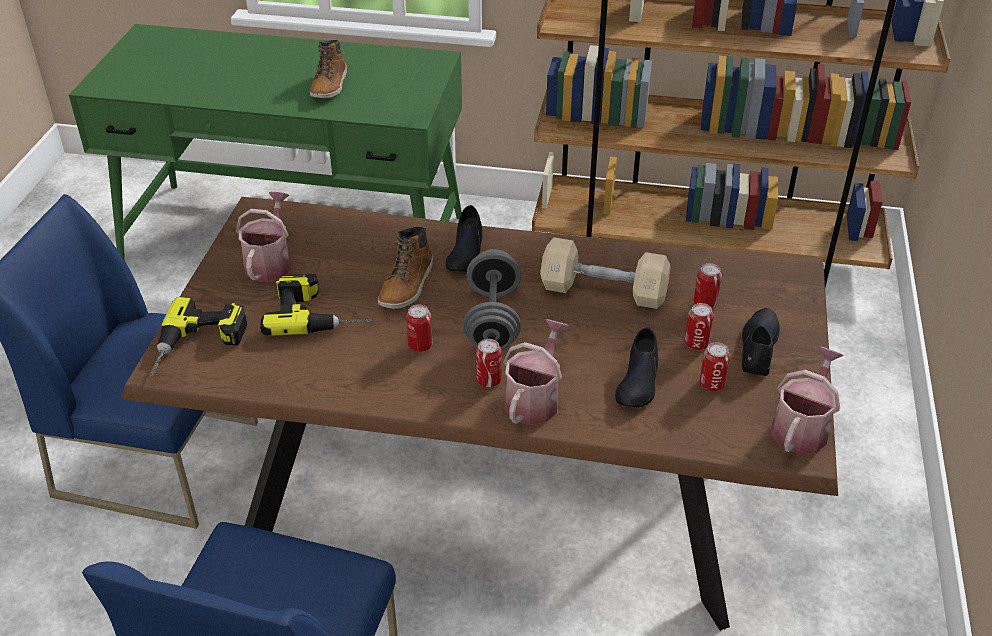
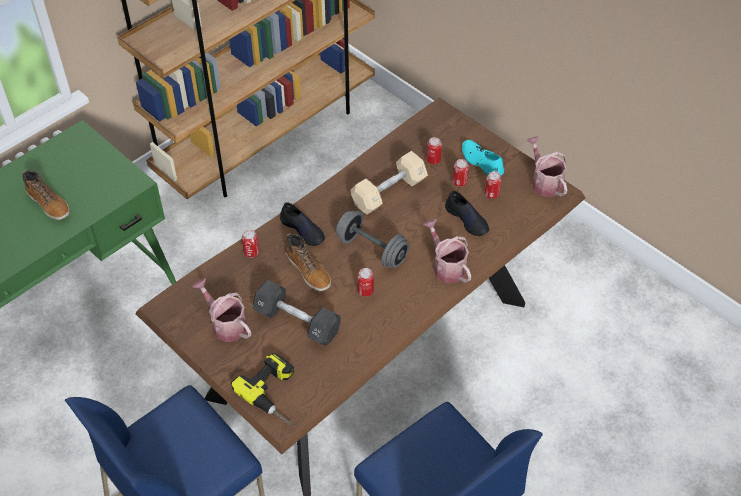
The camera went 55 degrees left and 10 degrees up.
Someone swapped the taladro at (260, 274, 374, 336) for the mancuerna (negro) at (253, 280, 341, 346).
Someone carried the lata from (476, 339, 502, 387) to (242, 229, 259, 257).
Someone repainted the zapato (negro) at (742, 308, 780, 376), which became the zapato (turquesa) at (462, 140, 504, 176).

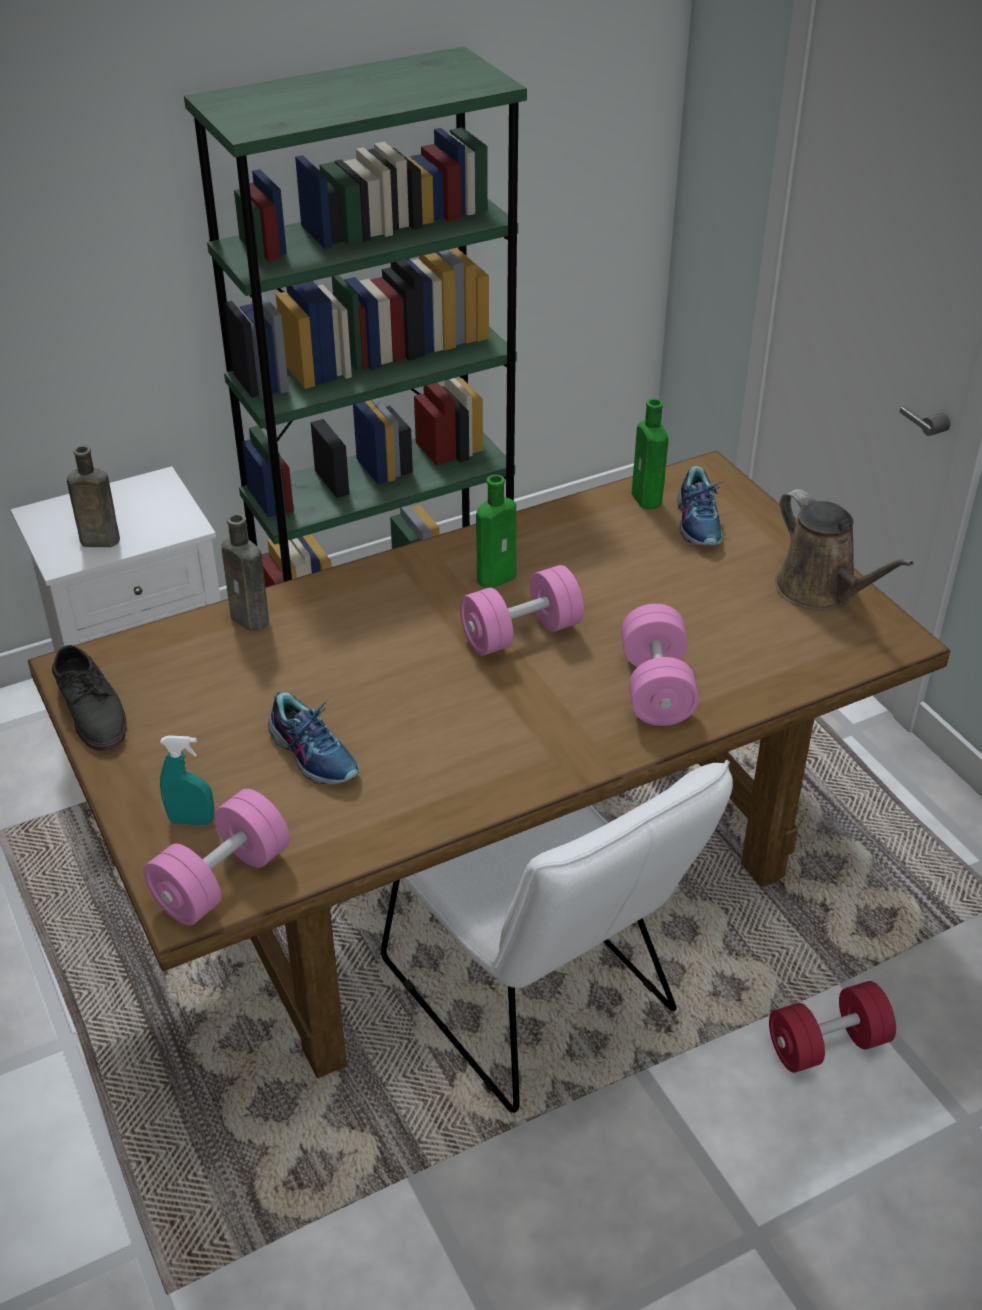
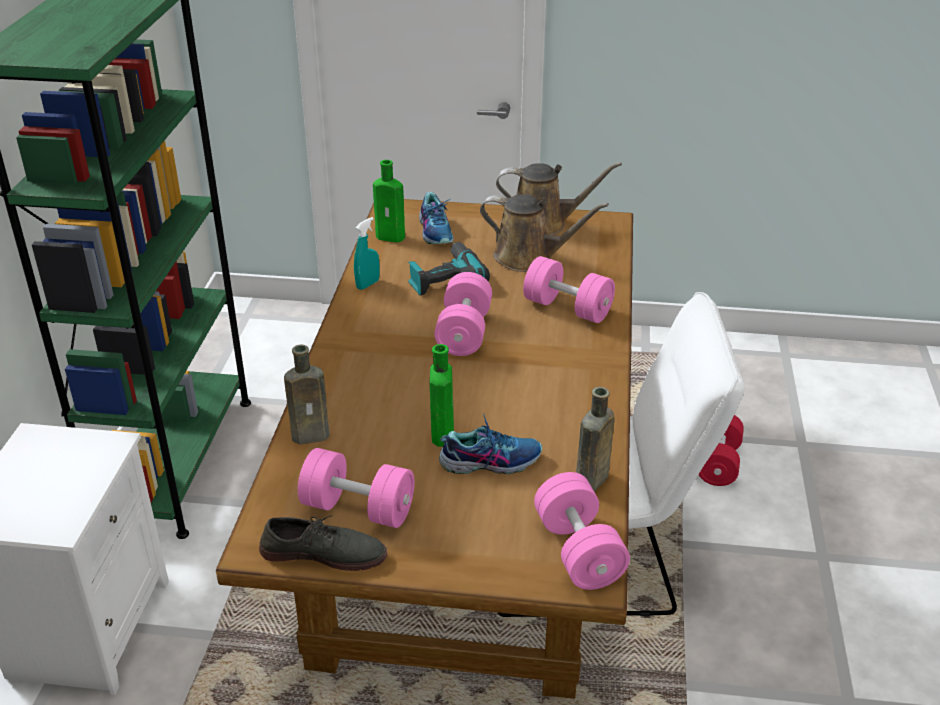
The camera went 55 degrees left and 5 degrees down.
Someone carried the botella (marrón) from (67, 445, 120, 547) to (576, 387, 615, 492).
Someone carried the pulverizador (turquesa) from (160, 735, 214, 825) to (354, 217, 380, 290).
Someone carried the botella (verde) from (476, 475, 516, 588) to (430, 344, 454, 447).
Someone rotated the zapato at (677, 466, 726, 545) by 45 degrees clockwise.
Someone put down the mancuerna (rosa) at (298, 448, 414, 528).
Someone put down the taladro at (408, 242, 490, 295).
Someone put down the regadera (marrón) at (480, 194, 609, 272).

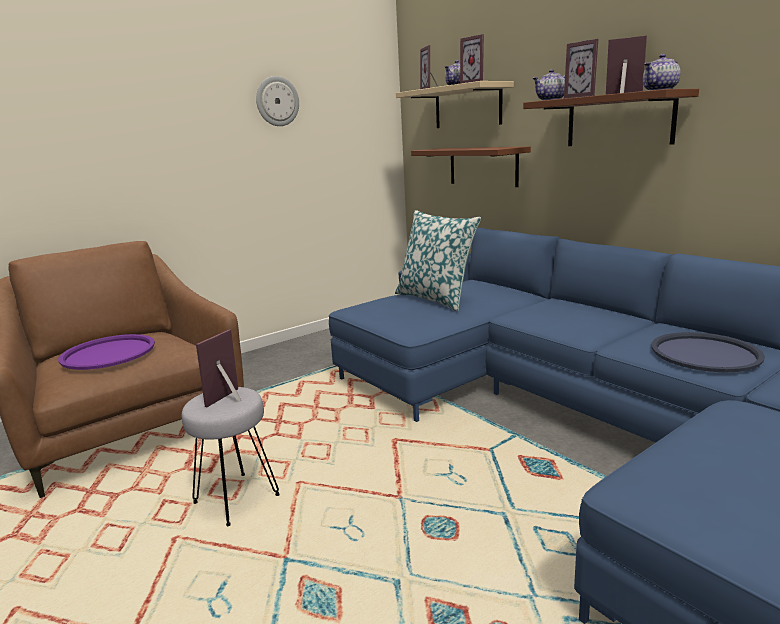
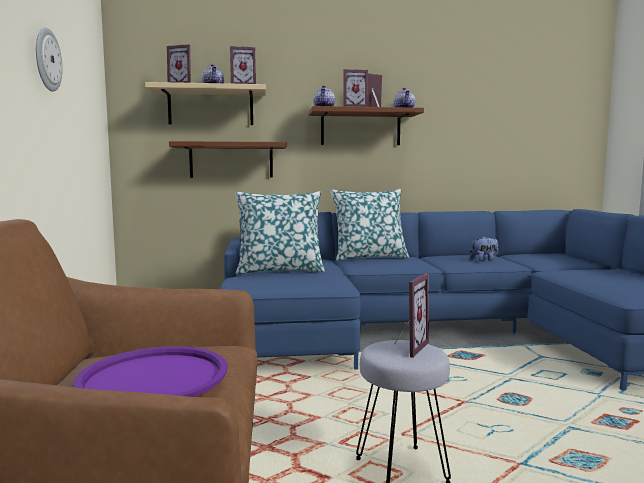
The camera went 60 degrees left and 10 degrees down.
Someone rotated the portarretratos at (196, 329, 242, 407) by 120 degrees counterclockwise.
Someone swapped the bandeja (azul) at (651, 332, 765, 372) for the peluche at (470, 236, 498, 261).
Someone put down the cojín at (330, 189, 409, 261).

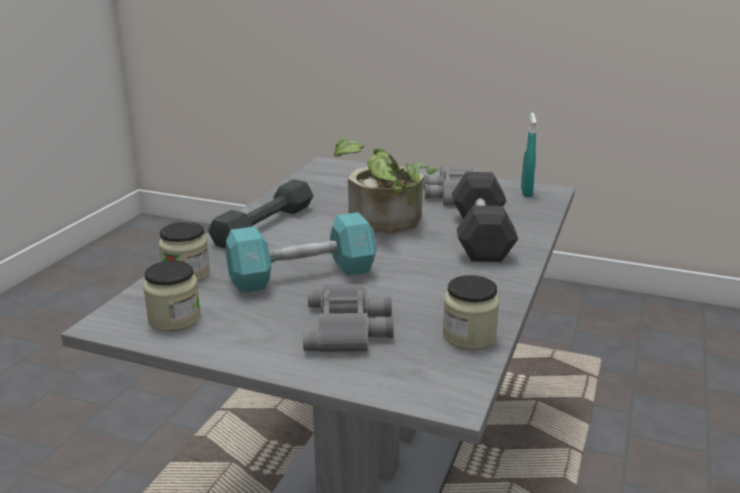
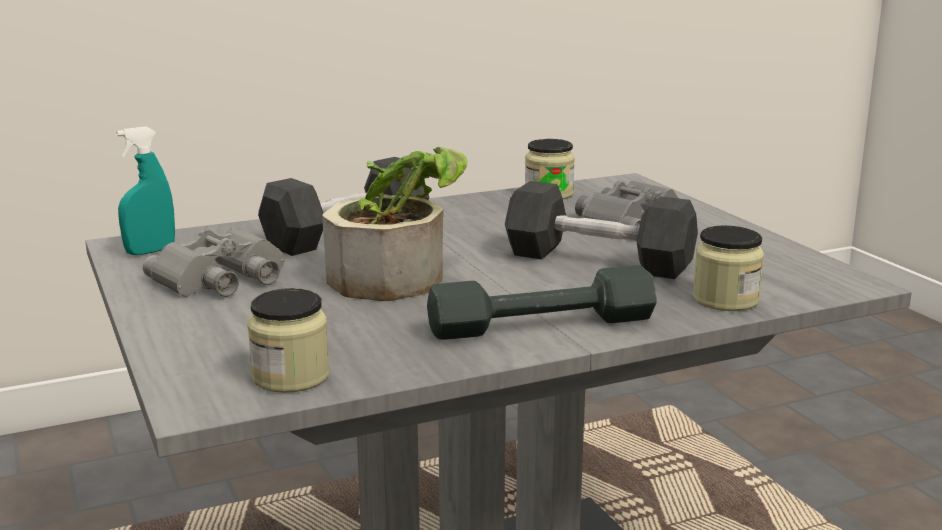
The camera went 135 degrees left and 5 degrees down.
Someone carried the tarro from (143, 260, 201, 332) to (247, 288, 329, 393).
Someone repainted the mancuerna (turquesa) at (226, 212, 377, 293), which became the mancuerna (negro) at (505, 181, 698, 279).

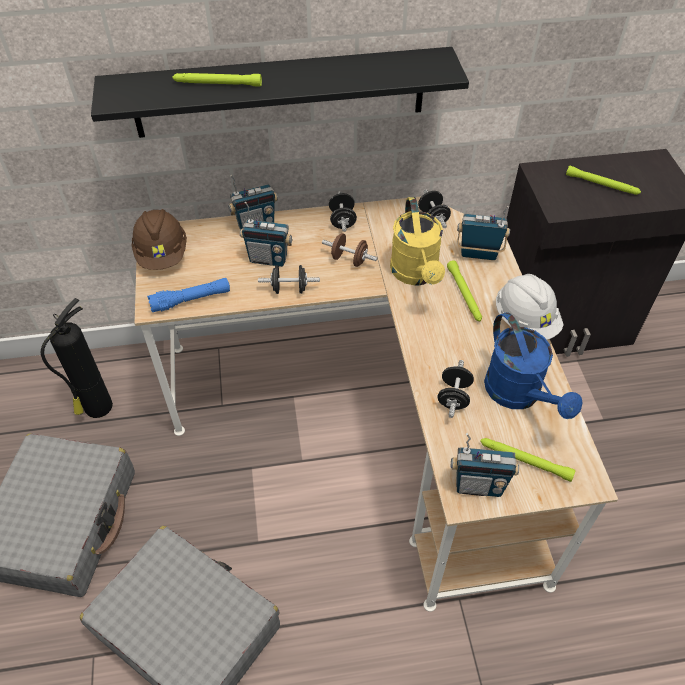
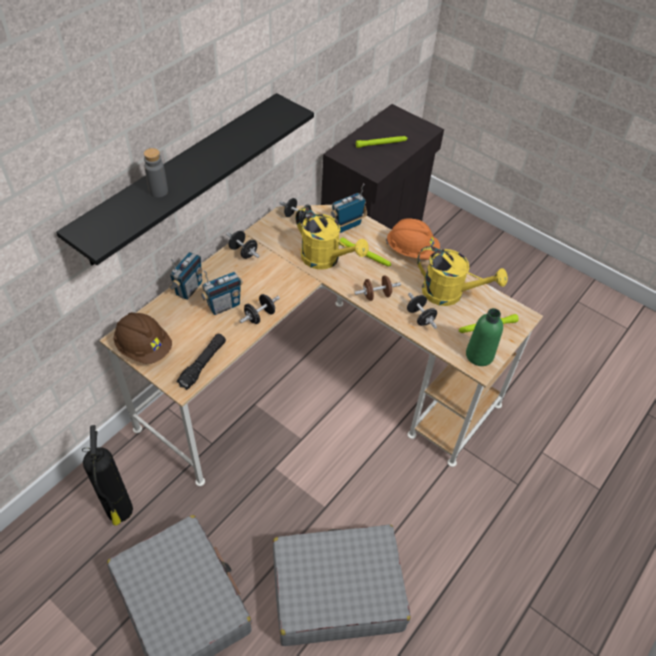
The camera went 45 degrees left and 0 degrees up.
Someone repainted the linterna (azul) at (147, 278, 230, 312), which became the linterna (negro) at (176, 334, 226, 390).
Someone swapped the linterna (verde) at (172, 73, 262, 87) for the botella (gris) at (144, 148, 168, 198).
Someone carried the mancuerna (marrón) from (322, 233, 377, 267) to (355, 275, 401, 301).
Someone swapped the radio at (451, 433, 519, 497) for the botella (verde) at (466, 308, 503, 366).
Someone repainted the regadera (azul) at (484, 312, 583, 419), which became the regadera (amarillo) at (417, 246, 508, 306).
Someone repainted the casco (blanco) at (496, 274, 564, 340), which became the casco (naranja) at (386, 218, 440, 260).

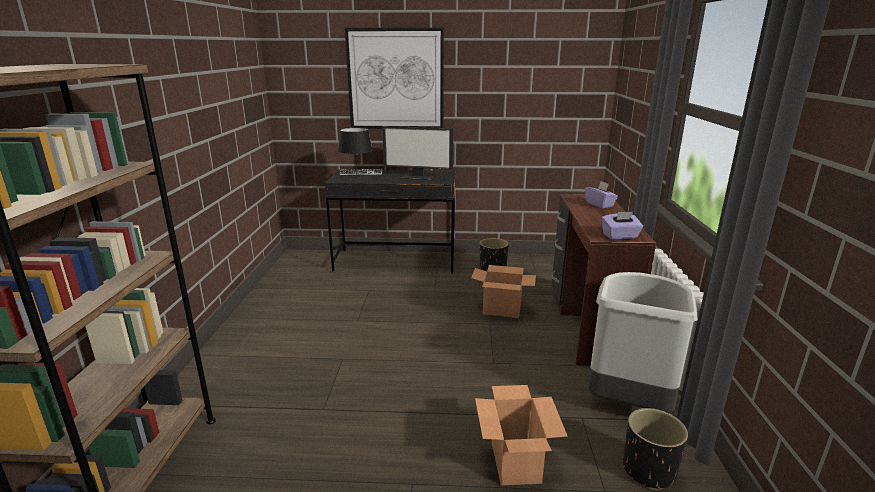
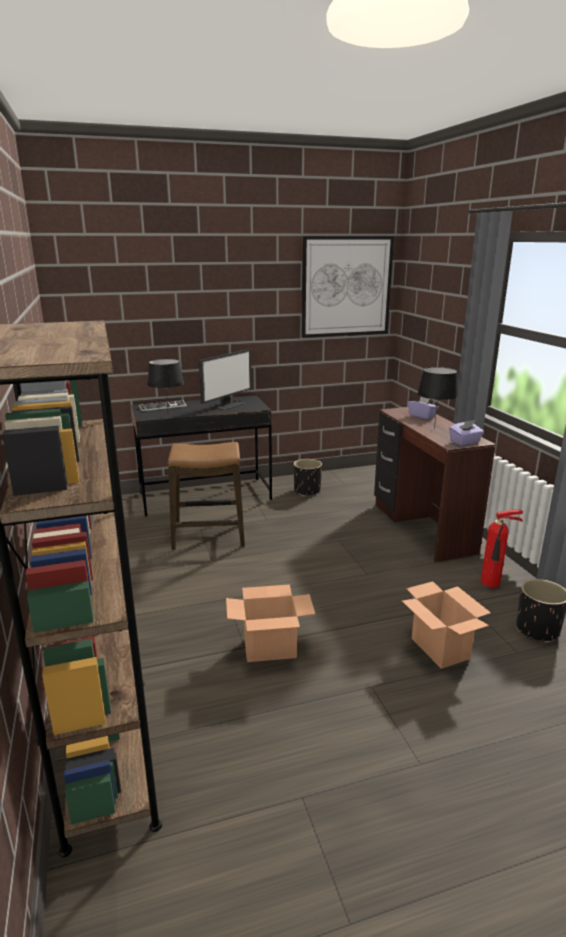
The camera went 20 degrees left and 0 degrees up.
Someone carried the cuadro from (345, 28, 444, 129) to (301, 236, 394, 338).
Someone rotated the monitor at (382, 126, 453, 180) by 45 degrees counterclockwise.
Someone carried the caja de cartón from (471, 265, 536, 318) to (226, 584, 315, 662).
Someone swapped the papelera (gris) at (588, 272, 698, 413) for the extintor at (481, 510, 523, 588).
Someone put down the taburete at (168, 442, 245, 550).
Someone put down the lámpara de mesa (negro) at (417, 367, 459, 429).

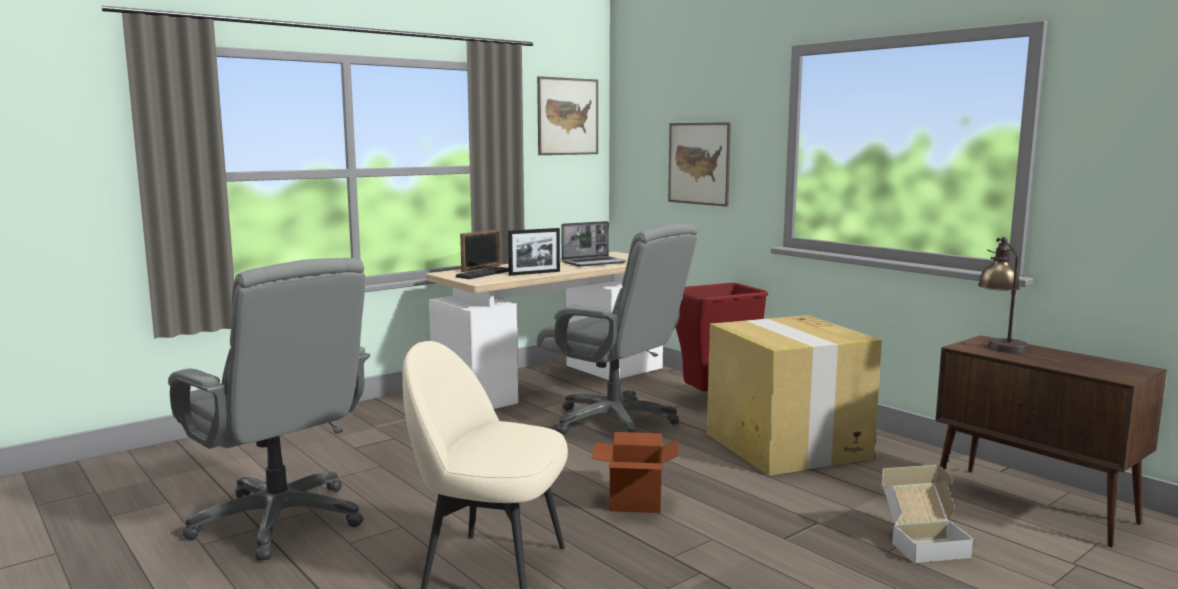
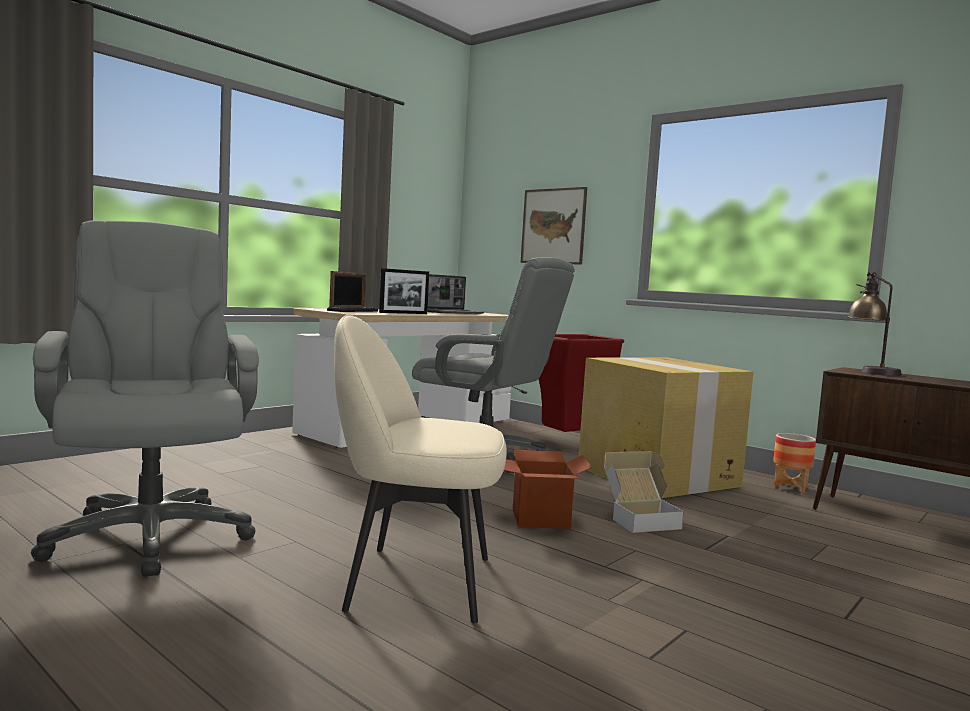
The camera went 10 degrees left and 5 degrees down.
Someone rotated the silla de oficina (gris) at (168, 258, 370, 561) by 150 degrees counterclockwise.
Someone took away the cuadro at (537, 76, 598, 155).
Someone carried the caja de cartón from (881, 465, 974, 563) to (604, 451, 684, 533).
Someone put down the maceta at (773, 433, 816, 493).

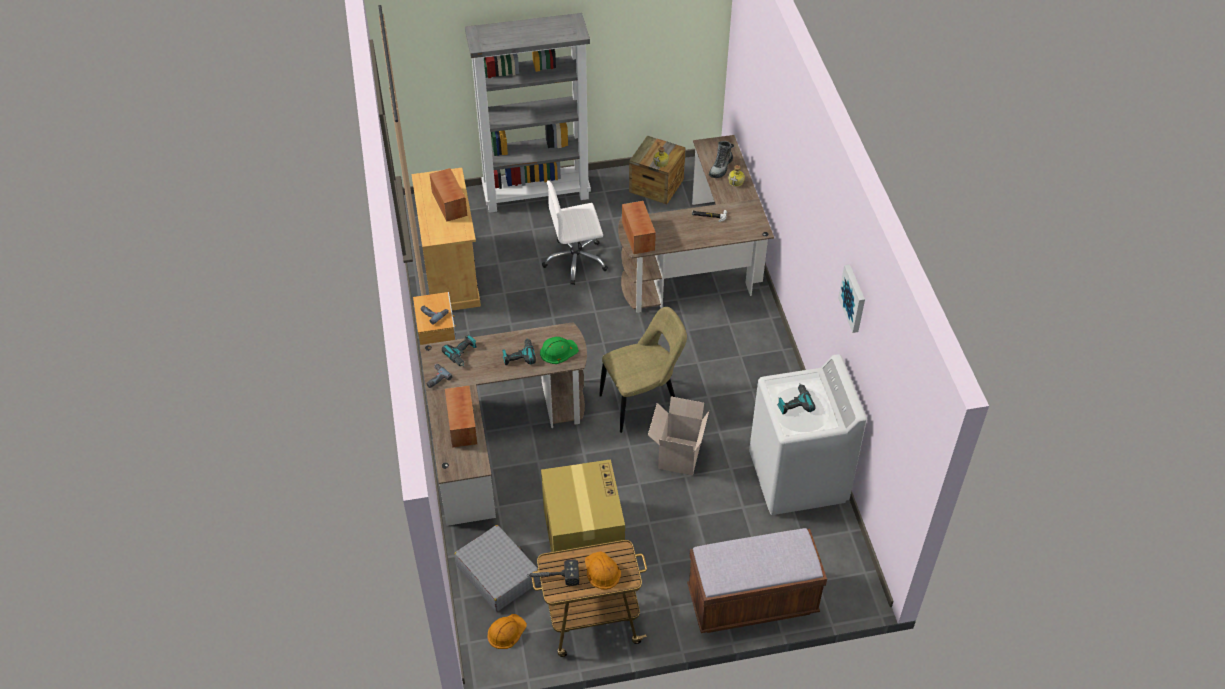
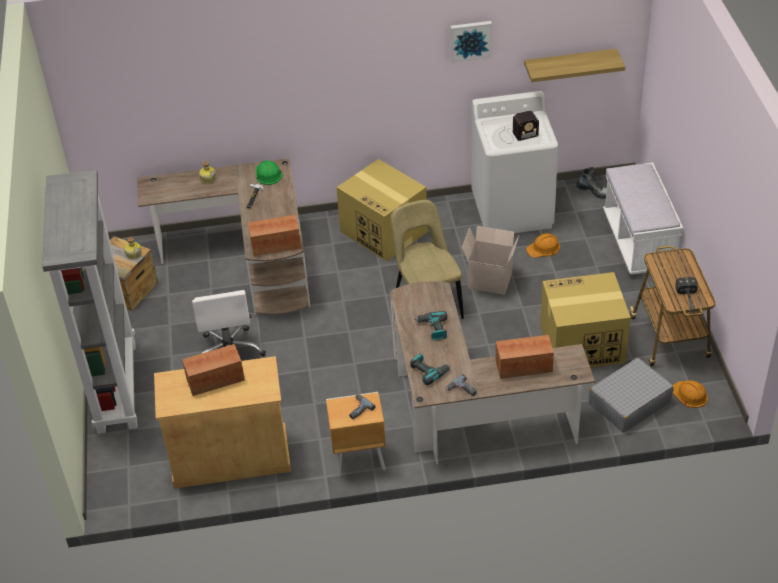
The camera went 85 degrees left and 5 degrees down.
Someone carried the casco (verde) from (540, 337, 579, 364) to (256, 160, 283, 185).
Someone carried the casco (naranja) from (585, 551, 621, 590) to (526, 233, 560, 258).
Someone repainted the banco (marrón) at (687, 528, 827, 633), which became the banco (blanco) at (603, 163, 683, 275).
Someone carried the bota from (709, 141, 733, 178) to (576, 167, 607, 199).
Someone swapped the taladro at (777, 383, 816, 414) for the radio at (499, 111, 539, 144).
Someone put down the caja de cartón at (336, 159, 428, 261).
Someone put up the estante at (524, 49, 625, 82).

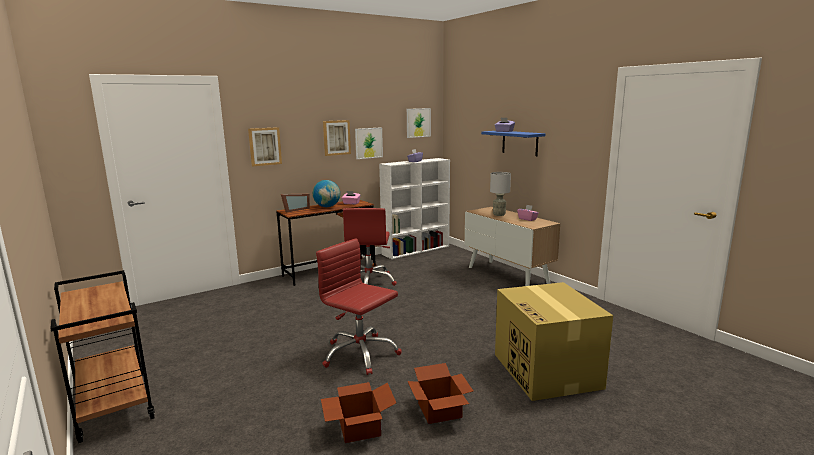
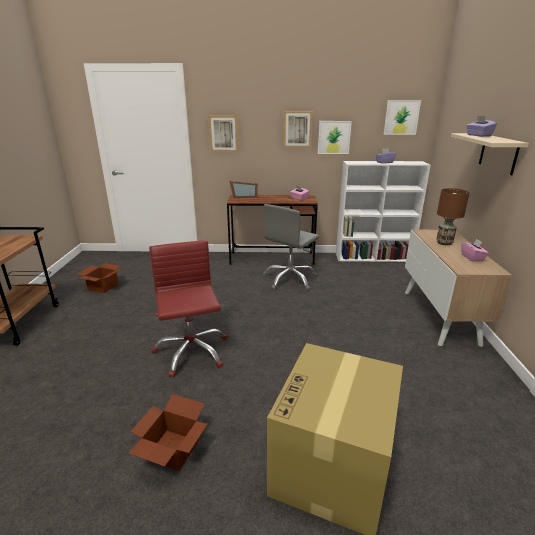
The camera went 35 degrees right and 10 degrees up.
Someone took away the globo terráqueo at (313, 180, 340, 207).
Someone carried the caja de cartón from (321, 382, 396, 443) to (77, 263, 122, 293).
Someone repainted the silla de oficina (rojo) at (343, 208, 397, 286), which became the silla de oficina (gris) at (263, 204, 319, 290).
Someone repainted the estante (azul) at (481, 131, 545, 156), which became the estante (beis) at (451, 133, 529, 175).
Someone repainted the lámpara de mesa (gris) at (490, 172, 511, 216), which became the lámpara de mesa (marrón) at (436, 188, 469, 245).

